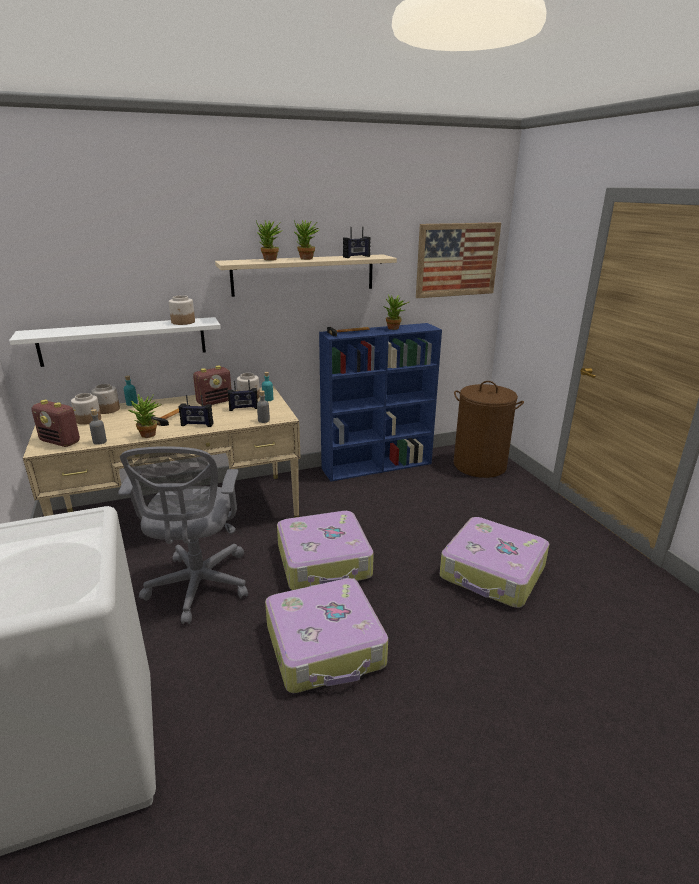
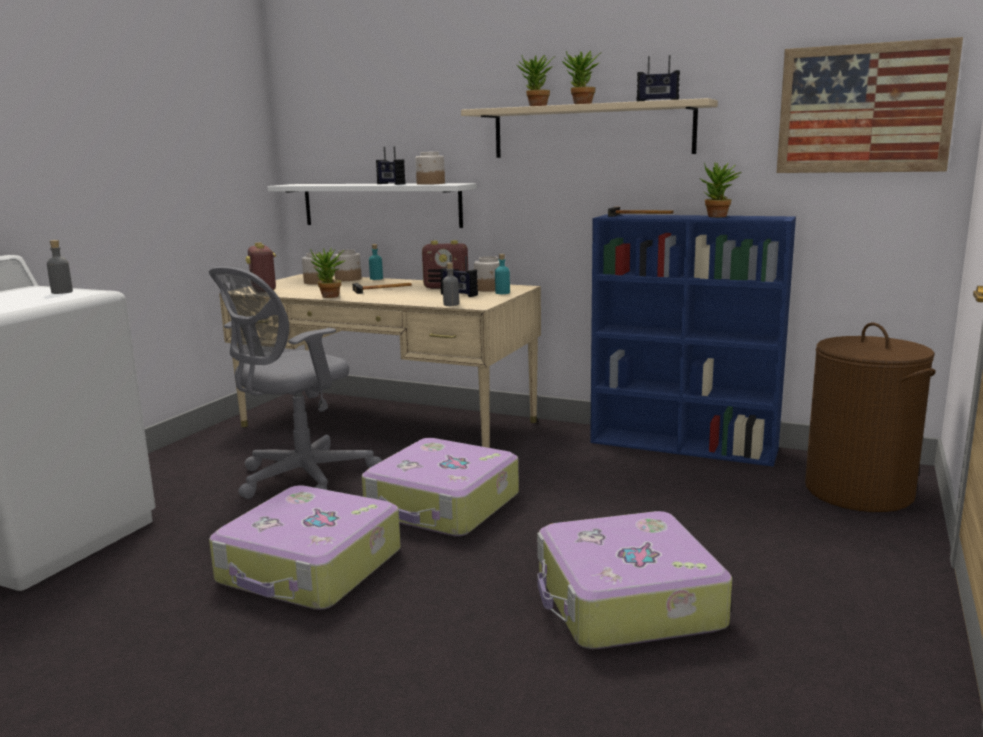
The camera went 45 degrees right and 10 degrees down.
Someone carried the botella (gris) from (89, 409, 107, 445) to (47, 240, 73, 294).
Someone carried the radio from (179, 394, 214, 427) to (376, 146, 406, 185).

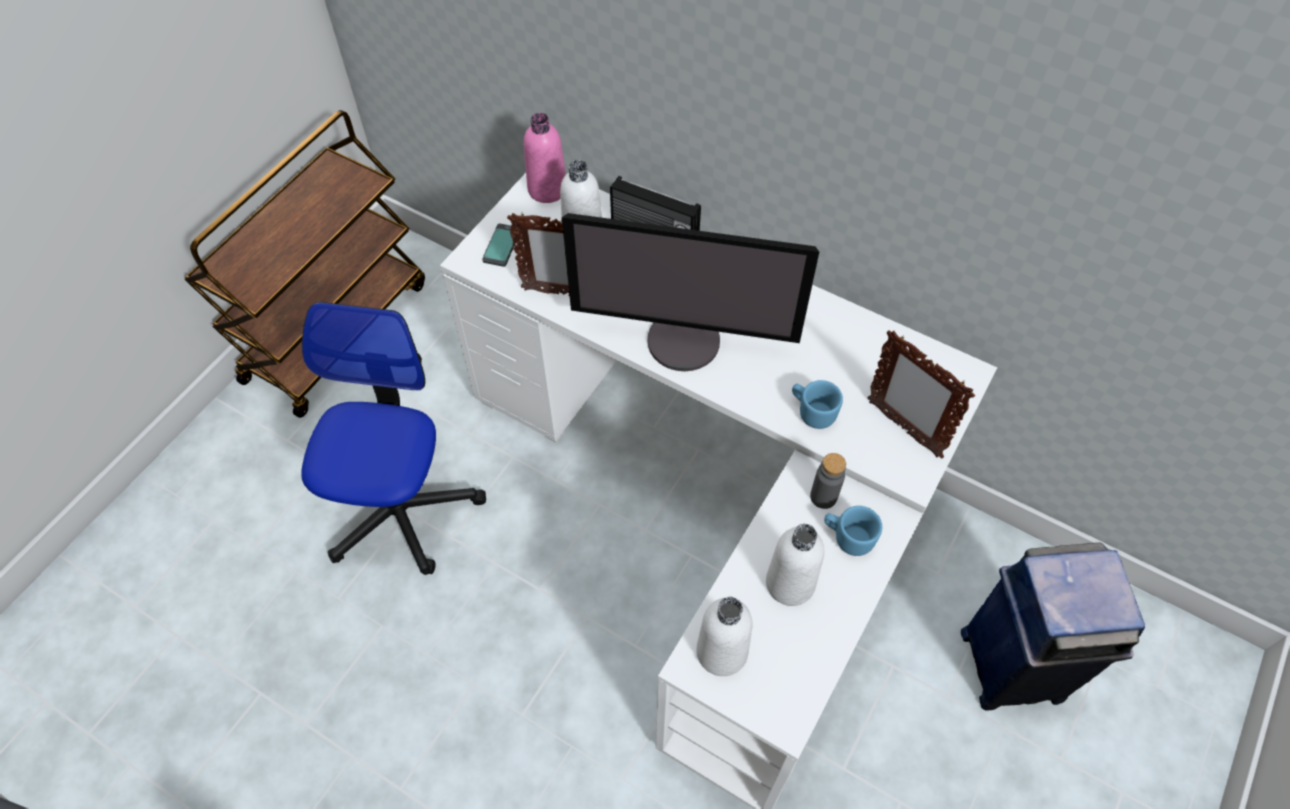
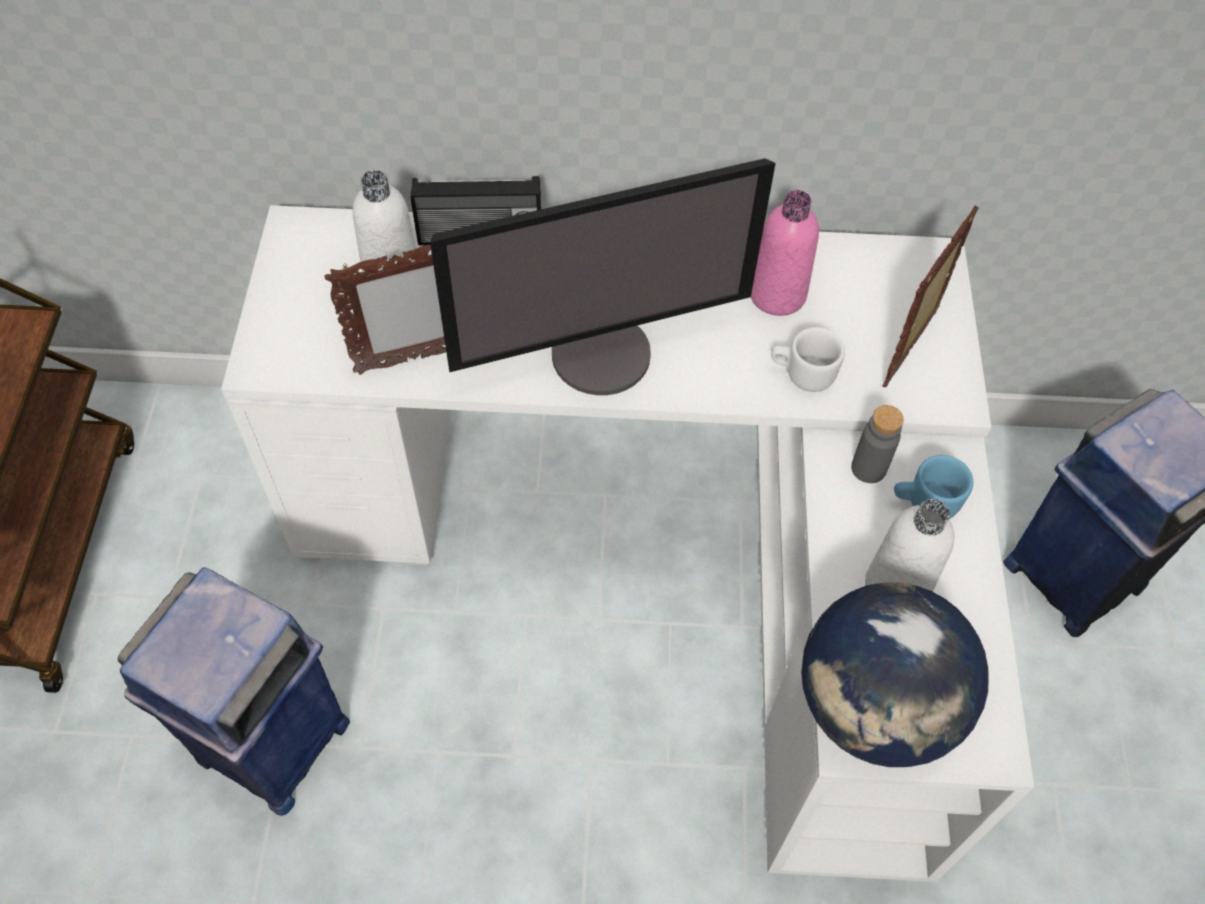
The camera went 30 degrees left and 0 degrees up.
Someone swapped the silla de oficina at (301, 302, 486, 575) for the papelera (azul) at (118, 567, 350, 816).
Someone took away the móvil at (482, 223, 518, 267).
Someone carried the botella (rosa) from (524, 113, 566, 203) to (751, 190, 819, 316).
Someone swapped the botella (blanco) at (696, 597, 753, 676) for the globo terráqueo at (801, 583, 989, 767).
Someone repainted the taza grande (azul) at (792, 380, 843, 429), which became the taza grande (blanco) at (771, 327, 845, 392).
Someone rotated the portarretratos at (867, 330, 975, 458) by 105 degrees clockwise.

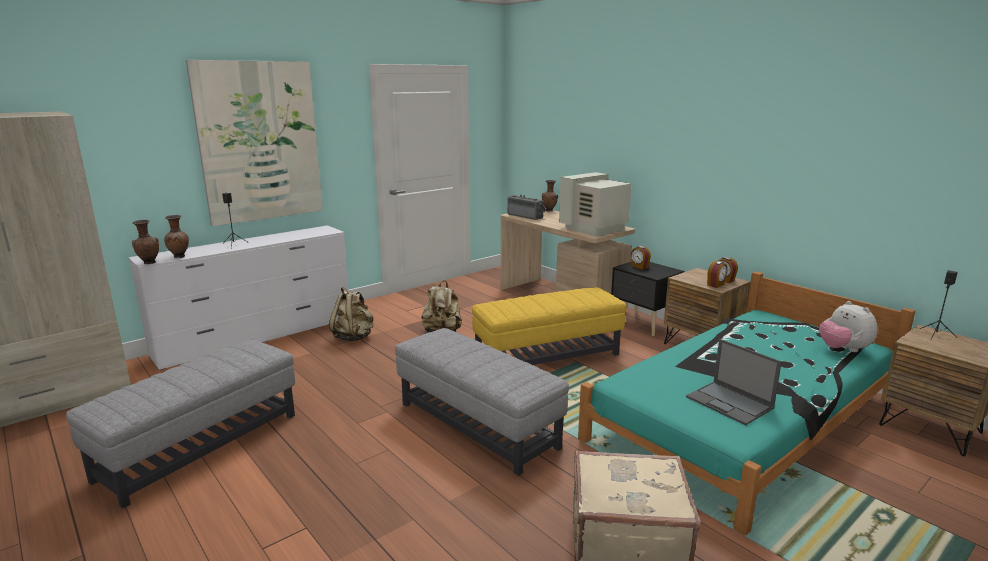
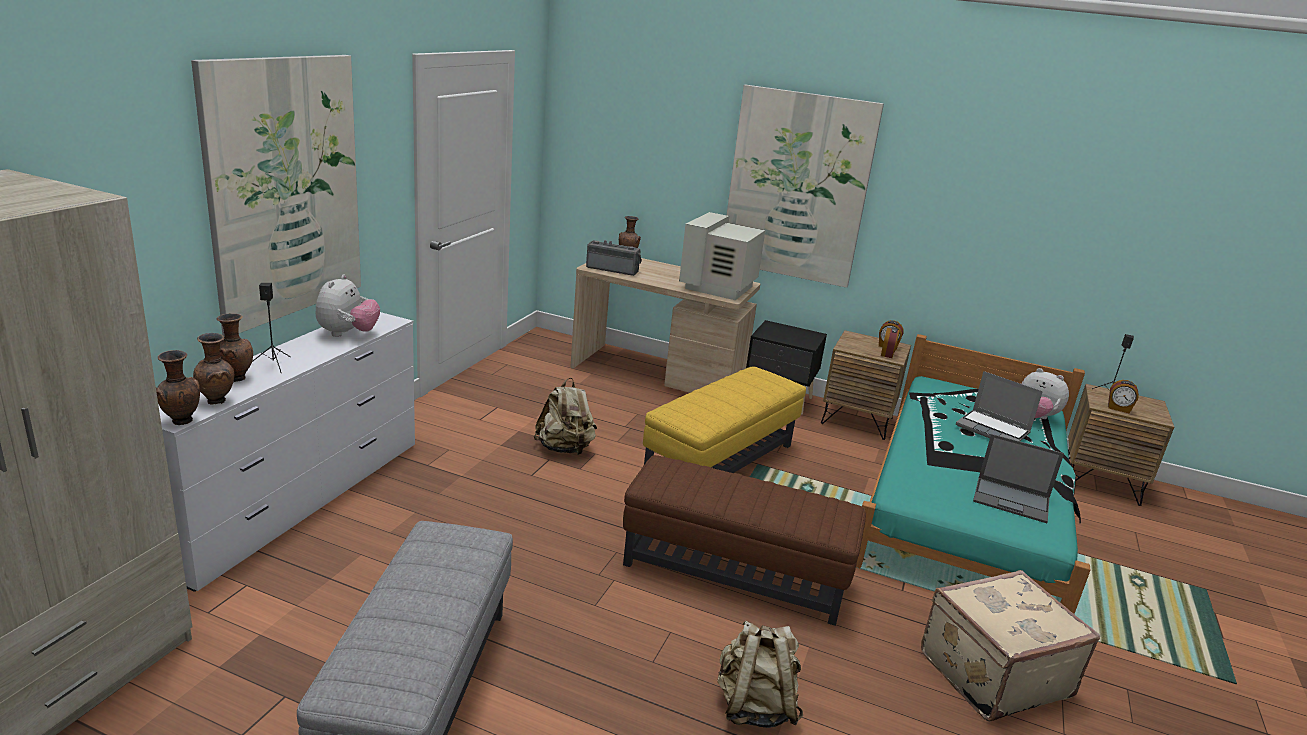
The camera went 30 degrees left and 5 degrees up.
Someone carried the mochila (beis) from (329, 287, 373, 341) to (717, 621, 803, 728).
Someone repainted the puf (gris) at (395, 328, 569, 476), which became the puf (marrón) at (623, 455, 866, 626).
Someone carried the despertador from (631, 246, 651, 269) to (1108, 380, 1139, 413).
Someone put down the florero (marrón) at (217, 313, 253, 382).
Someone put down the peluche at (316, 274, 380, 337).
Someone put up the cuadro at (727, 84, 884, 288).
Someone put down the portátil at (956, 371, 1043, 441).

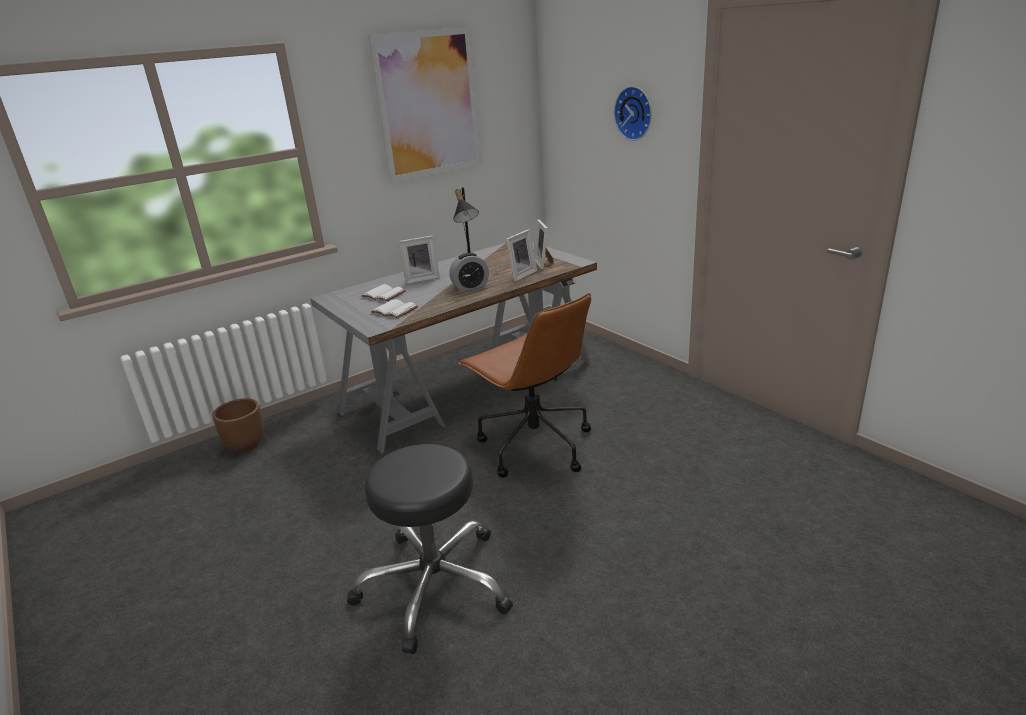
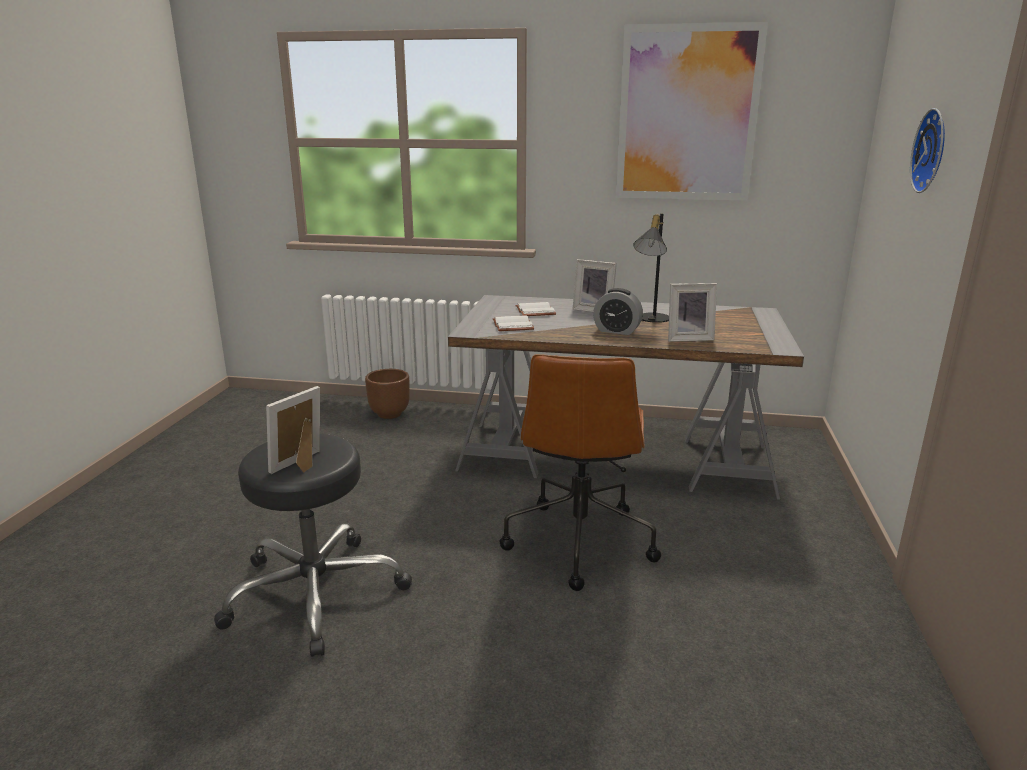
The camera went 45 degrees right and 5 degrees down.
Someone carried the portarretratos from (534, 219, 554, 269) to (266, 386, 320, 474).

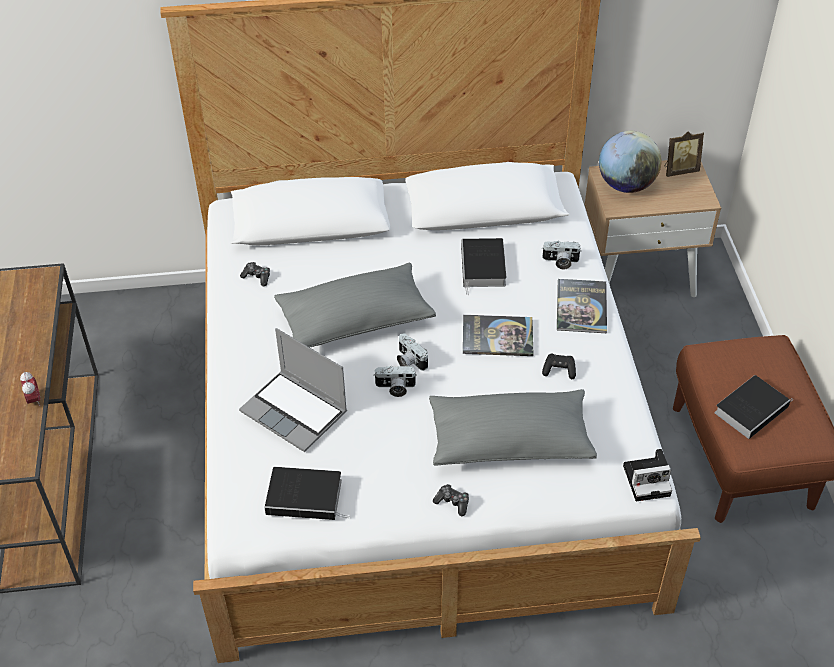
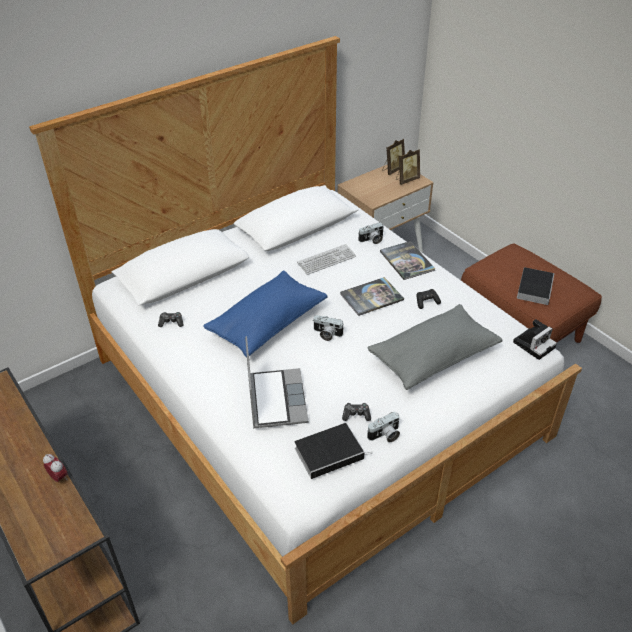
The camera went 30 degrees left and 5 degrees down.
Someone rotated the portátil at (239, 328, 347, 452) by 105 degrees counterclockwise.
Someone repainted the cojín (gris) at (274, 263, 436, 347), which became the cojín (azul) at (203, 271, 328, 357).
Someone carried the cámara from (374, 366, 417, 397) to (367, 412, 400, 442).
Someone carried the mando de consola from (433, 484, 469, 516) to (342, 403, 371, 421).
Someone swapped the libro at (461, 238, 506, 295) for the teclado at (297, 244, 356, 275).
Someone took away the globo terráqueo at (599, 131, 661, 193).
Someone put down the portarretratos at (396, 149, 420, 185).

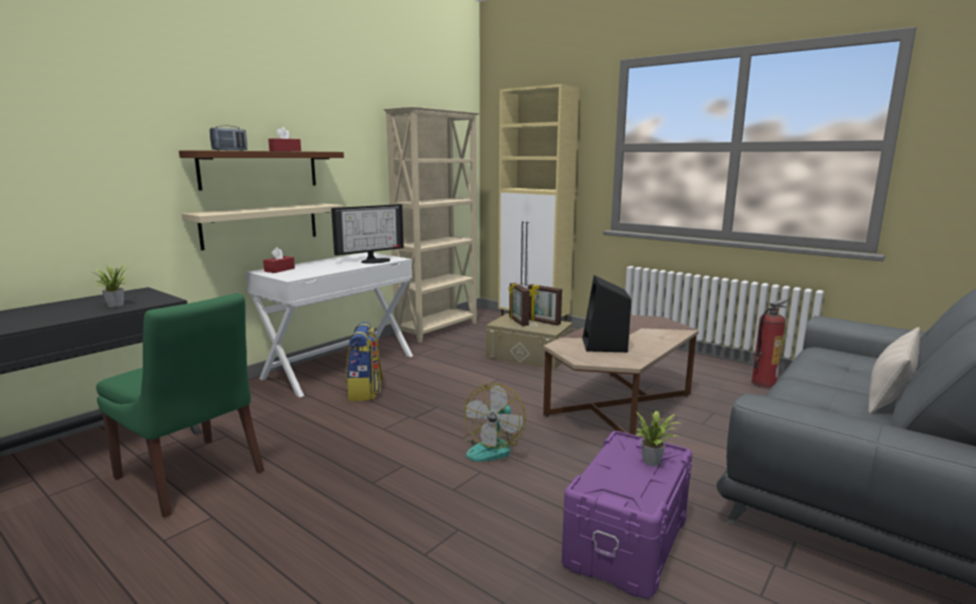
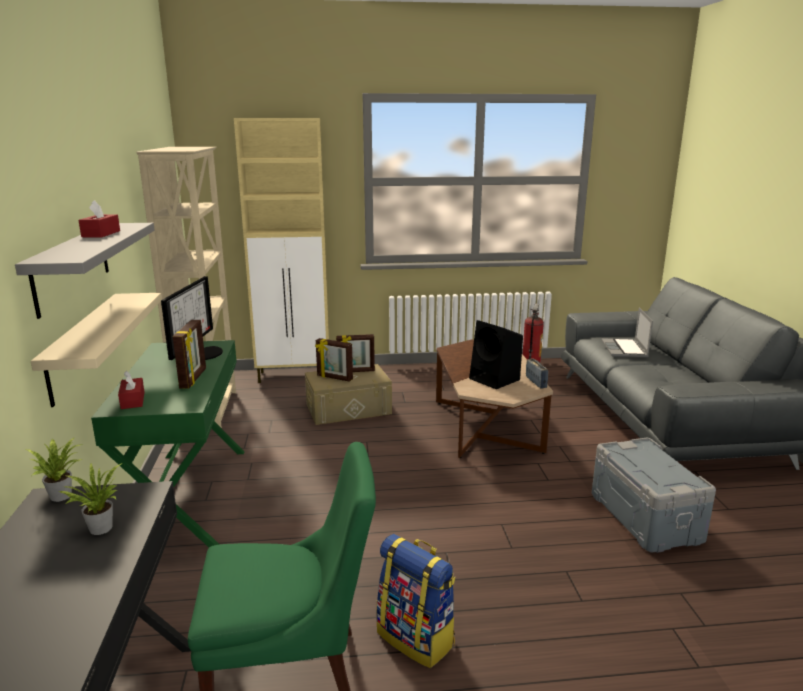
The camera went 45 degrees left and 5 degrees up.
Someone repainted the estante (marrón) at (179, 150, 344, 191), which became the estante (gris) at (15, 223, 155, 319).
Someone carried the radio from (210, 125, 247, 151) to (526, 358, 548, 388).
Someone repainted the escritorio (blanco) at (246, 252, 413, 397), which became the escritorio (verde) at (91, 340, 244, 547).
Someone carried the mochila from (345, 322, 383, 401) to (376, 534, 455, 668).
Someone took away the ventilador at (464, 383, 526, 462).
Someone repainted the caja de almacenaje (morado) at (562, 431, 692, 599), which became the caja de almacenaje (gris) at (592, 438, 716, 553).
Someone carried the planta en maceta from (635, 410, 679, 466) to (26, 437, 83, 502).
Someone took away the cojín (beis) at (868, 327, 920, 414).
Someone put down the portarretratos at (173, 320, 206, 389).
Someone put down the portátil at (601, 308, 653, 358).

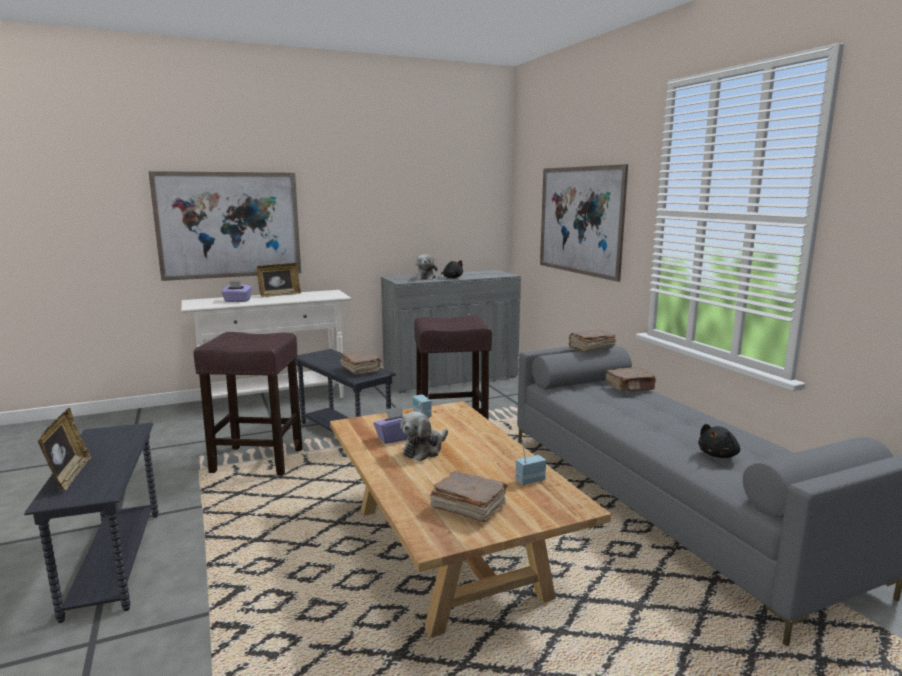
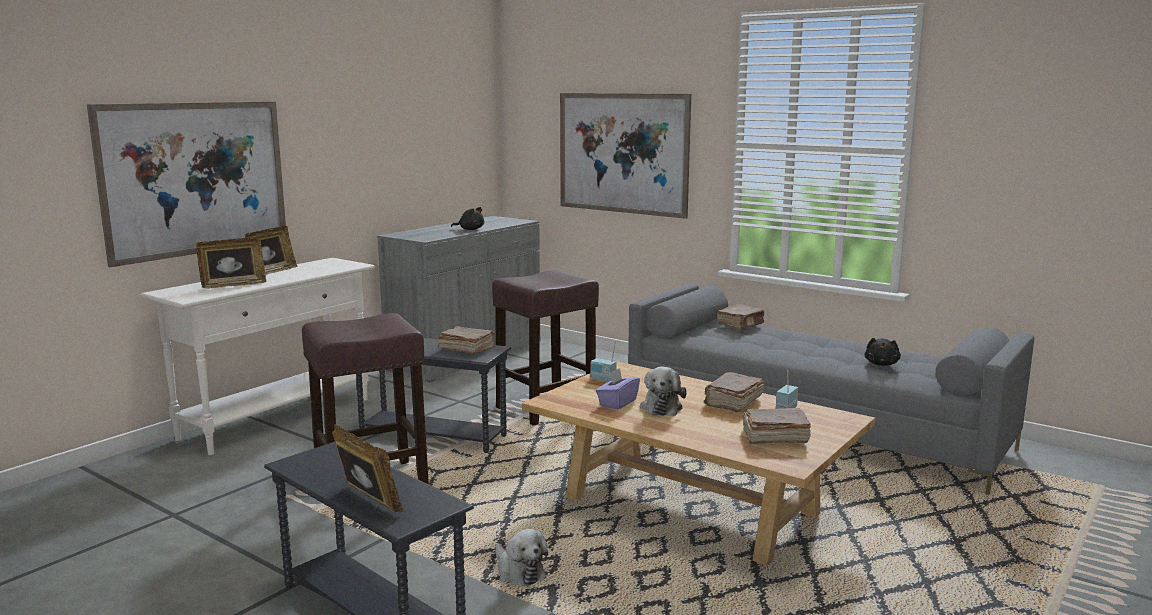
The camera went 30 degrees left and 0 degrees up.
Someone swapped the caja de pañuelos (morado) at (221, 281, 252, 302) for the portarretratos at (196, 237, 266, 289).
Someone carried the peluche from (413, 254, 438, 280) to (495, 529, 548, 586).
Someone carried the libro (marrón) from (569, 329, 616, 353) to (704, 372, 764, 412).

